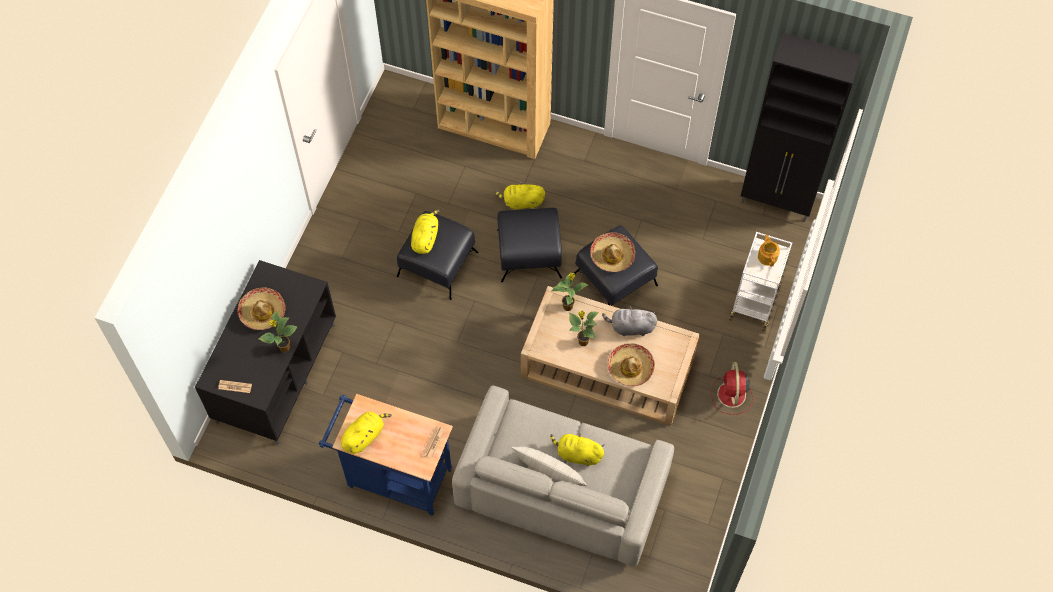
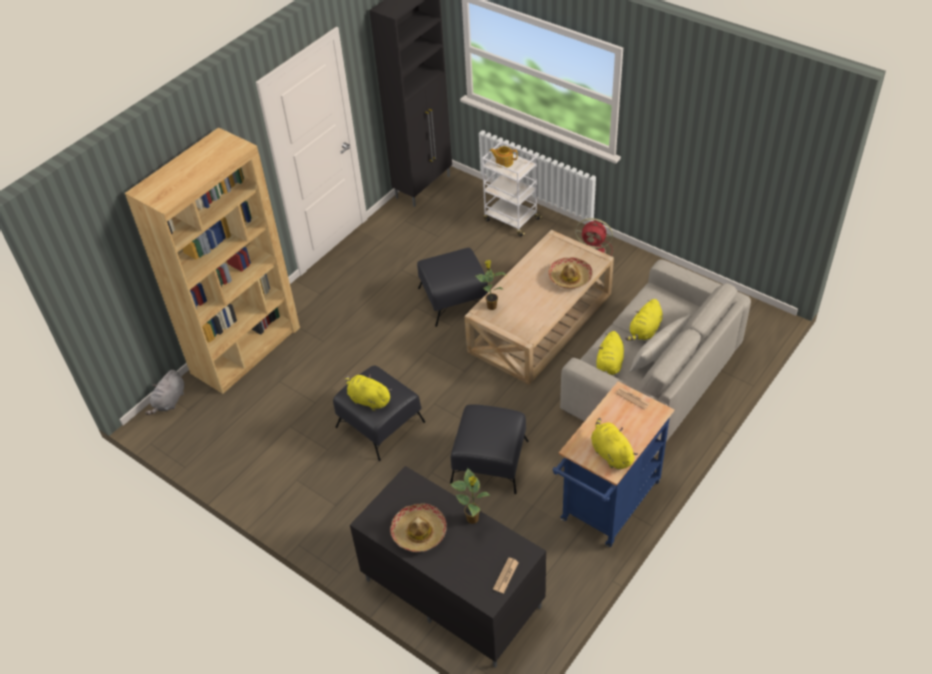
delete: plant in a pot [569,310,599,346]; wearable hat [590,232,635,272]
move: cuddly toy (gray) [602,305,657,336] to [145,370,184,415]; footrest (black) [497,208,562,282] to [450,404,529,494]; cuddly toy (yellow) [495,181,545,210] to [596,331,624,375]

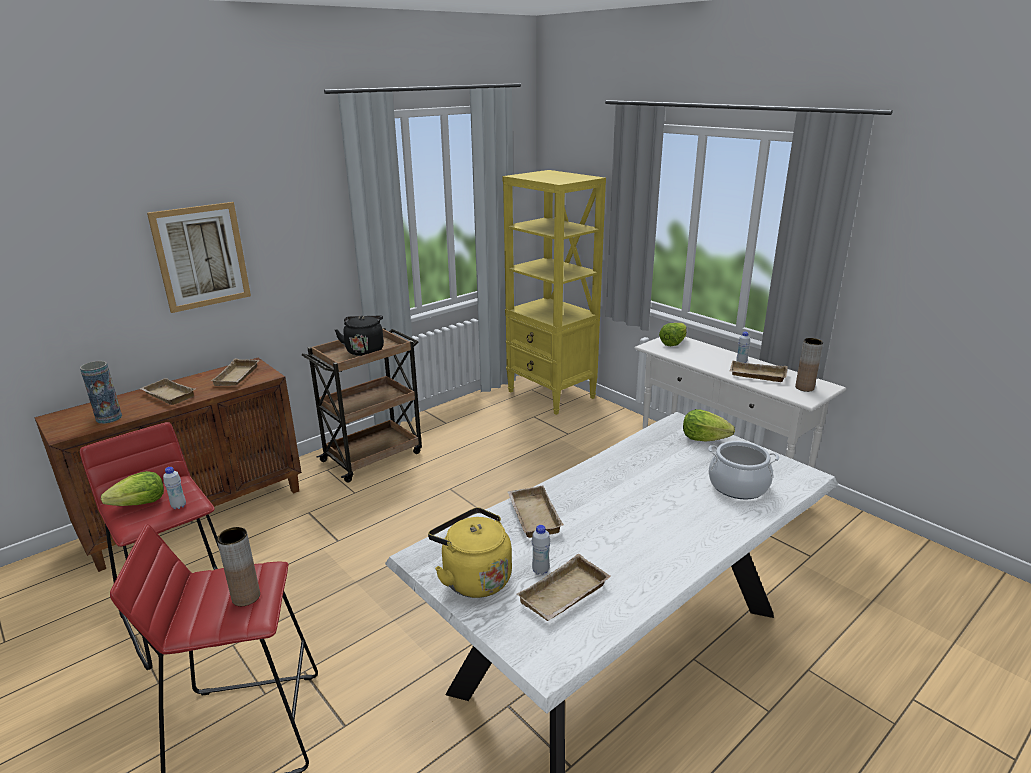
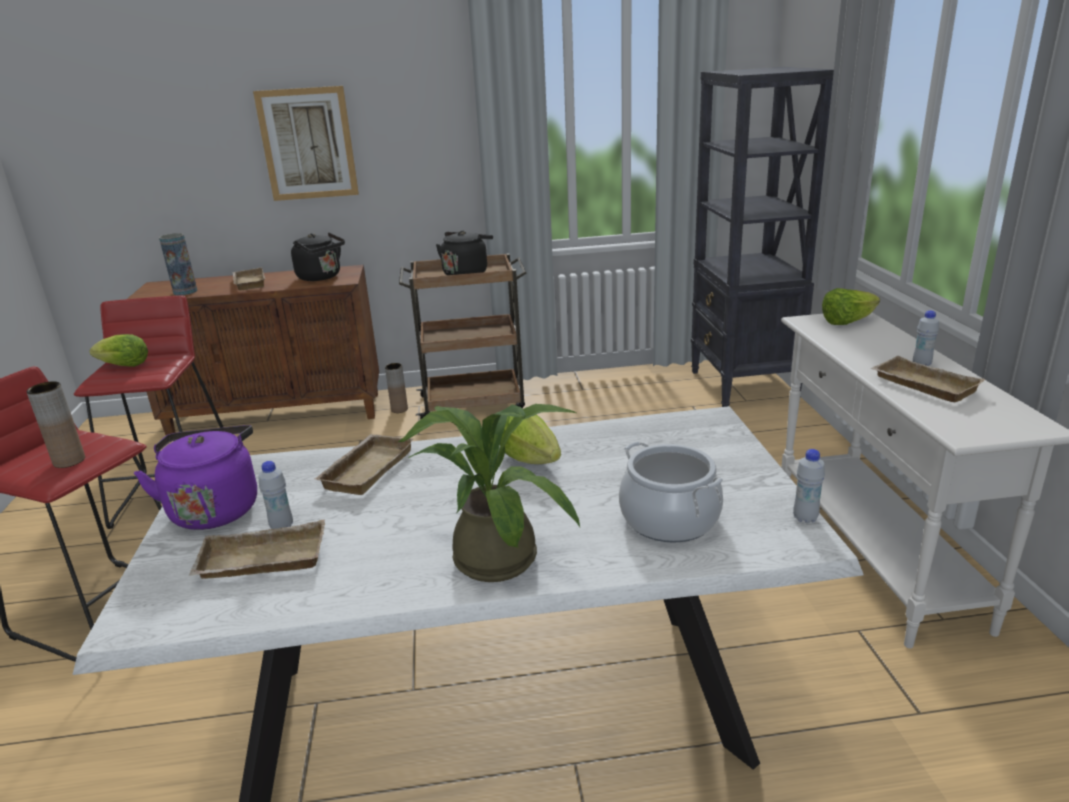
insert: plant in a pot [398,404,580,582]
move: flower vase (brown) [795,338,823,392] to [385,363,408,413]; lettuce head [683,409,735,441] to [500,414,561,464]; beverage bottle (whitish) [163,467,186,509] to [793,449,825,524]
replace: serving tray (beige) [211,359,259,386] to water kettle (black) [291,232,345,281]
recolor: water kettle (yellow) [428,507,512,598] to water kettle (purplish) [134,425,257,530]; bookcase (yellow) [503,170,606,415] to bookcase (black) [691,67,834,407]

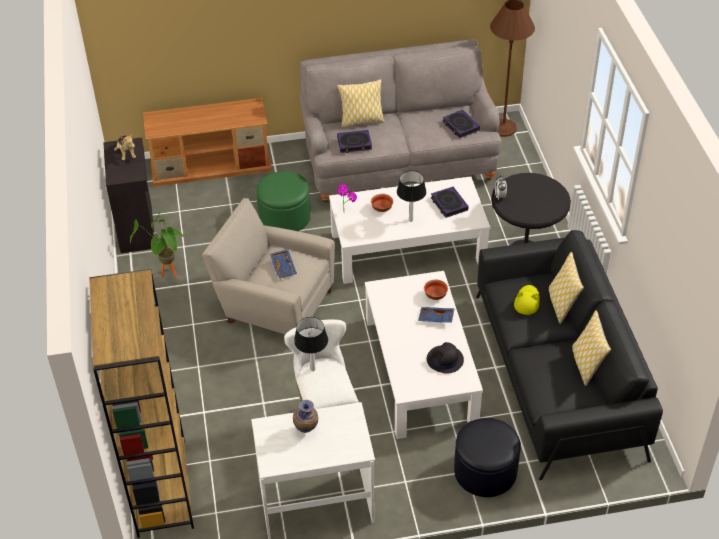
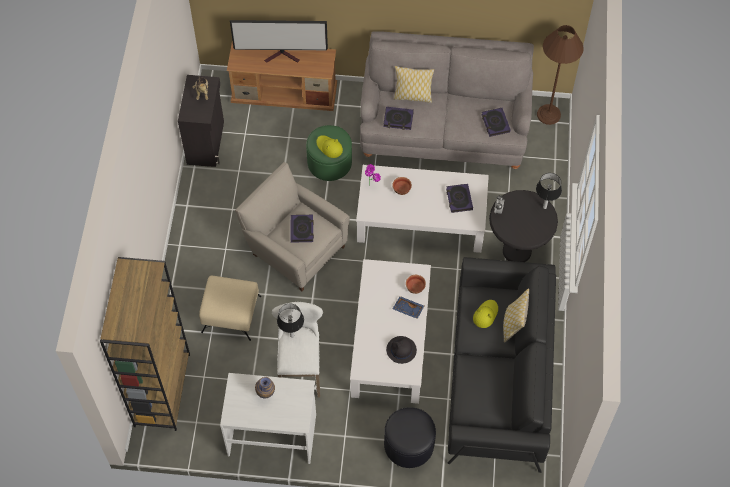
delete: plant in a pot [130,210,184,278]; pillow [572,310,611,386]
insert: footrest (beige) [199,276,261,341]; TV set [230,20,328,63]; wearable hat (yellow) [316,135,343,158]
move: tabletop lamp [397,171,426,222] to [536,173,562,209]
replace: serving tray (blue) [270,249,297,279] to bound book [291,215,314,243]

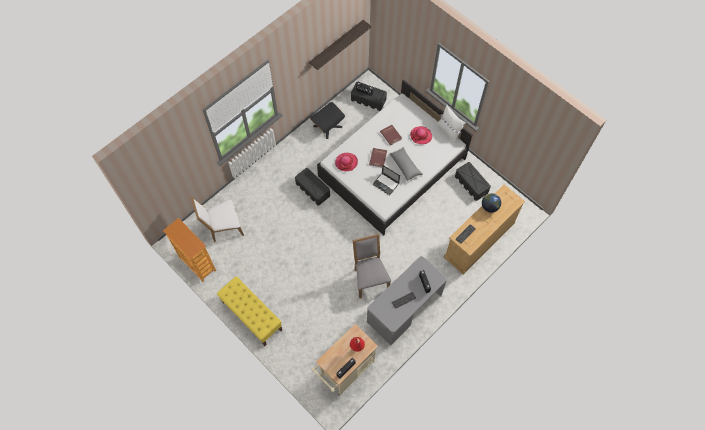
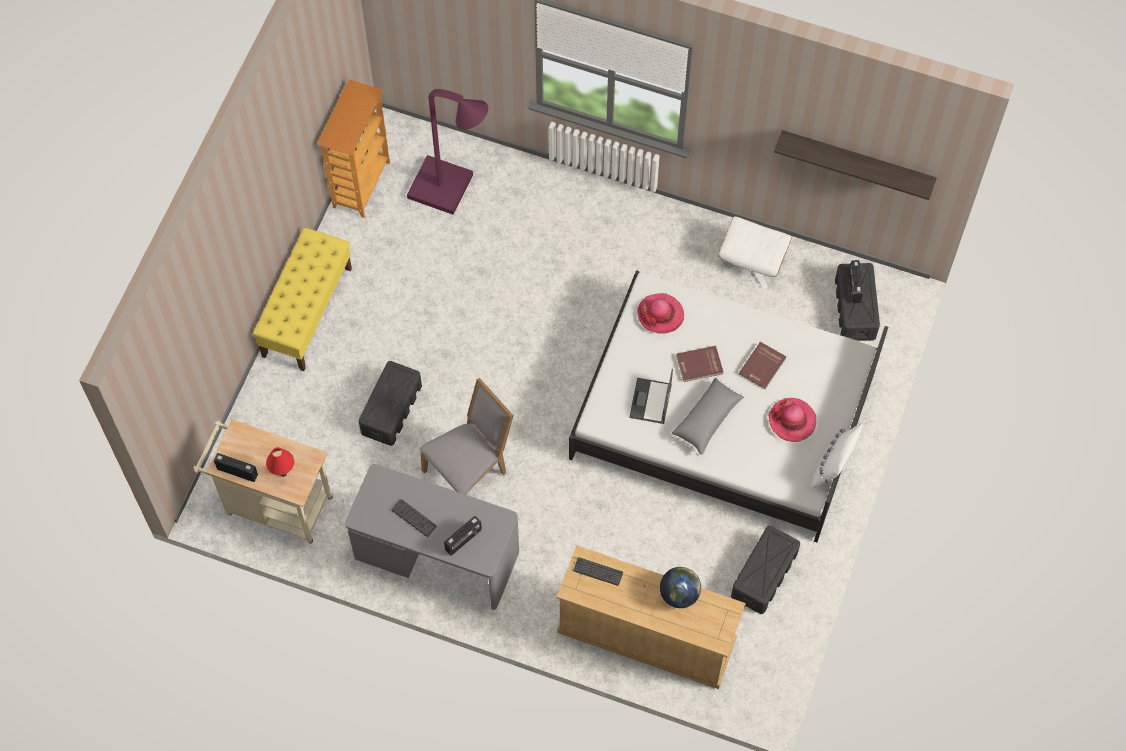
move: storage box (black) [295,168,330,206] to [359,361,422,446]
replace: upright chair (whitish) [190,196,244,242] to floor lamp (purplish) [407,89,488,215]
recolor: footrest (black) [310,102,345,139] to footrest (whitish) [718,216,792,290]

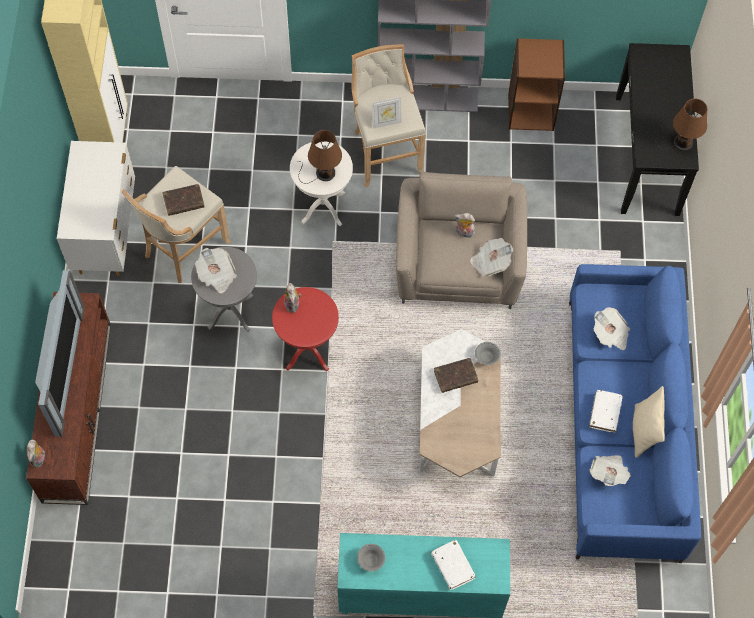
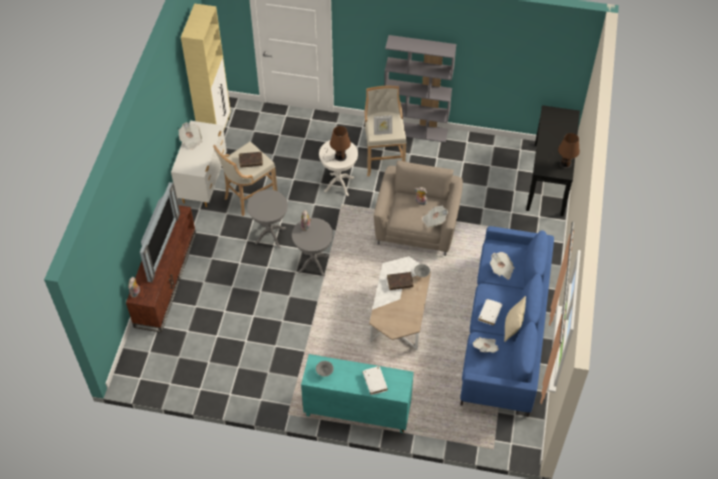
delete: bookcase (brown) [508,38,565,131]
move: newspaper [195,248,237,293] to [178,122,203,150]
recolor: accent table (red-coloured) [272,287,339,371] to accent table (gray) [292,218,333,277]

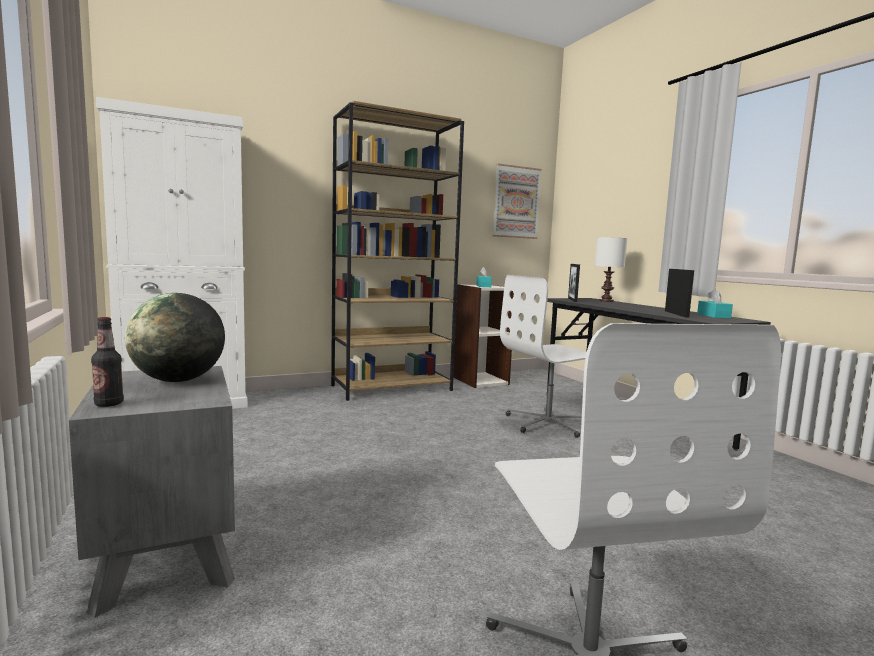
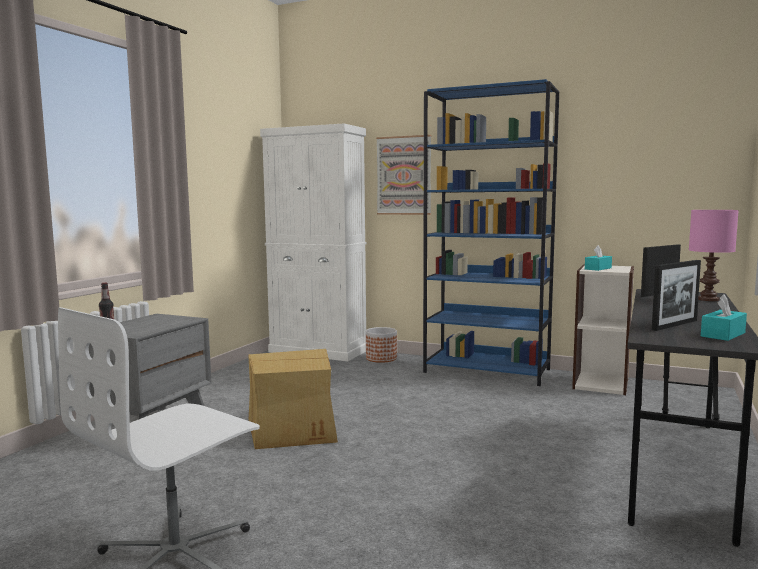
delete: desk globe [125,293,225,382]; desk chair (whitish) [500,275,587,438]
insert: packing box [248,349,338,449]; plant pot [366,327,397,363]
move: picture [493,163,542,239] to [376,135,431,215]
recolor: bookcase (brown) [331,101,464,401] to bookcase (blue) [423,79,559,386]; tabletop lamp (whitish) [595,237,627,302] to tabletop lamp (pinkish) [689,210,739,301]

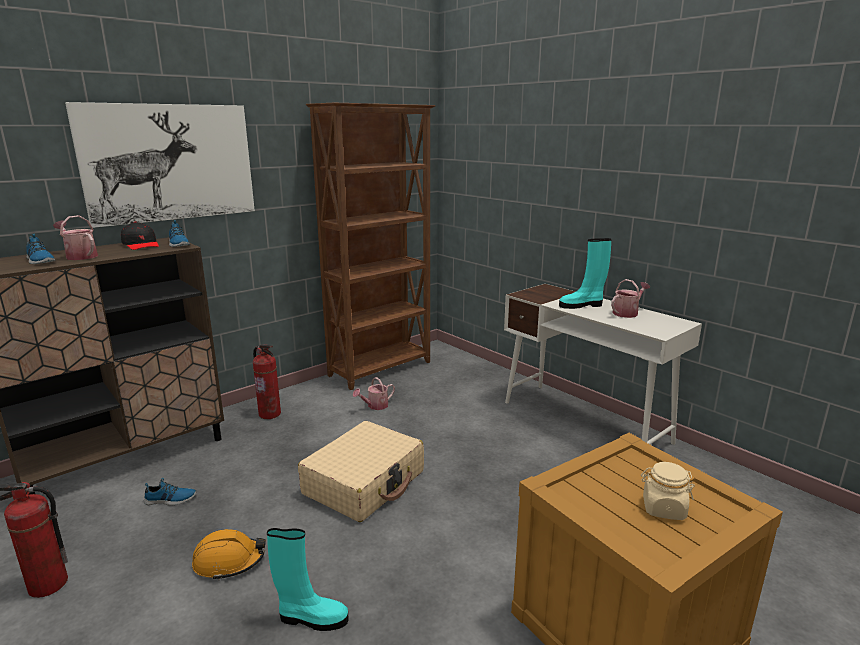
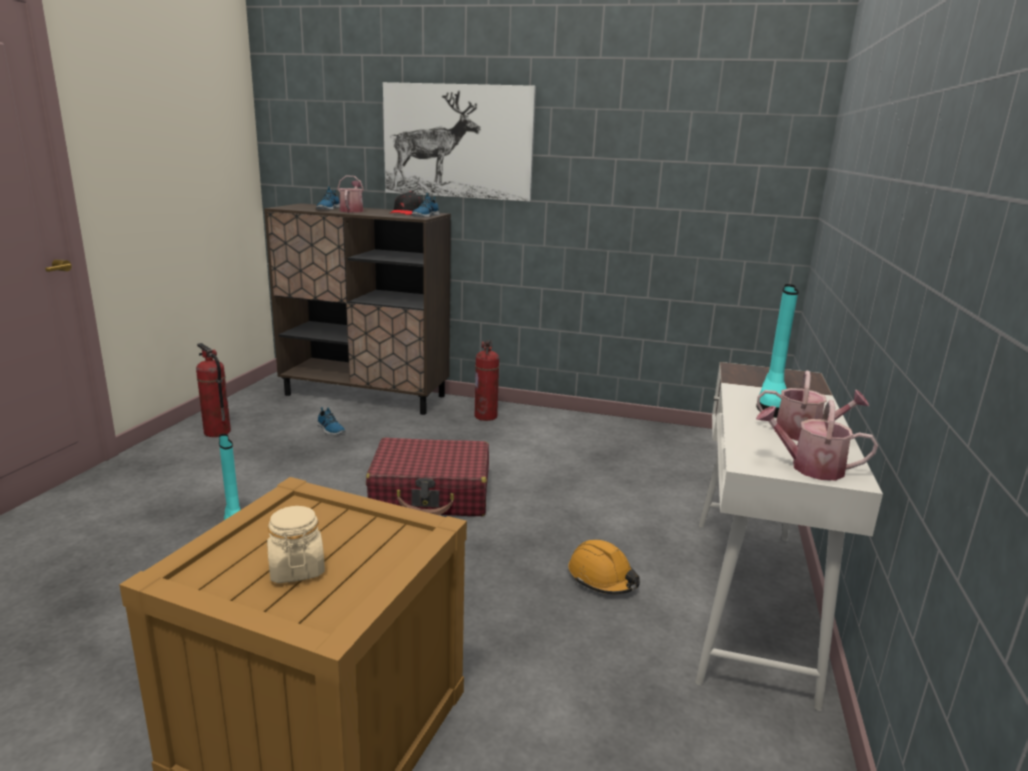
delete: bookcase (brown) [306,103,436,390]
move: work helmet (orange-coloured) [192,529,266,581] to [568,540,640,594]; watering can [353,377,395,410] to [756,400,878,480]
recolor: suitcase (beige) [298,421,424,522] to suitcase (red-coloured) [366,438,489,516]
rotate: tall boot (turquoise-coloured) [559,238,612,309] = [756,284,799,418] 120 degrees counterclockwise

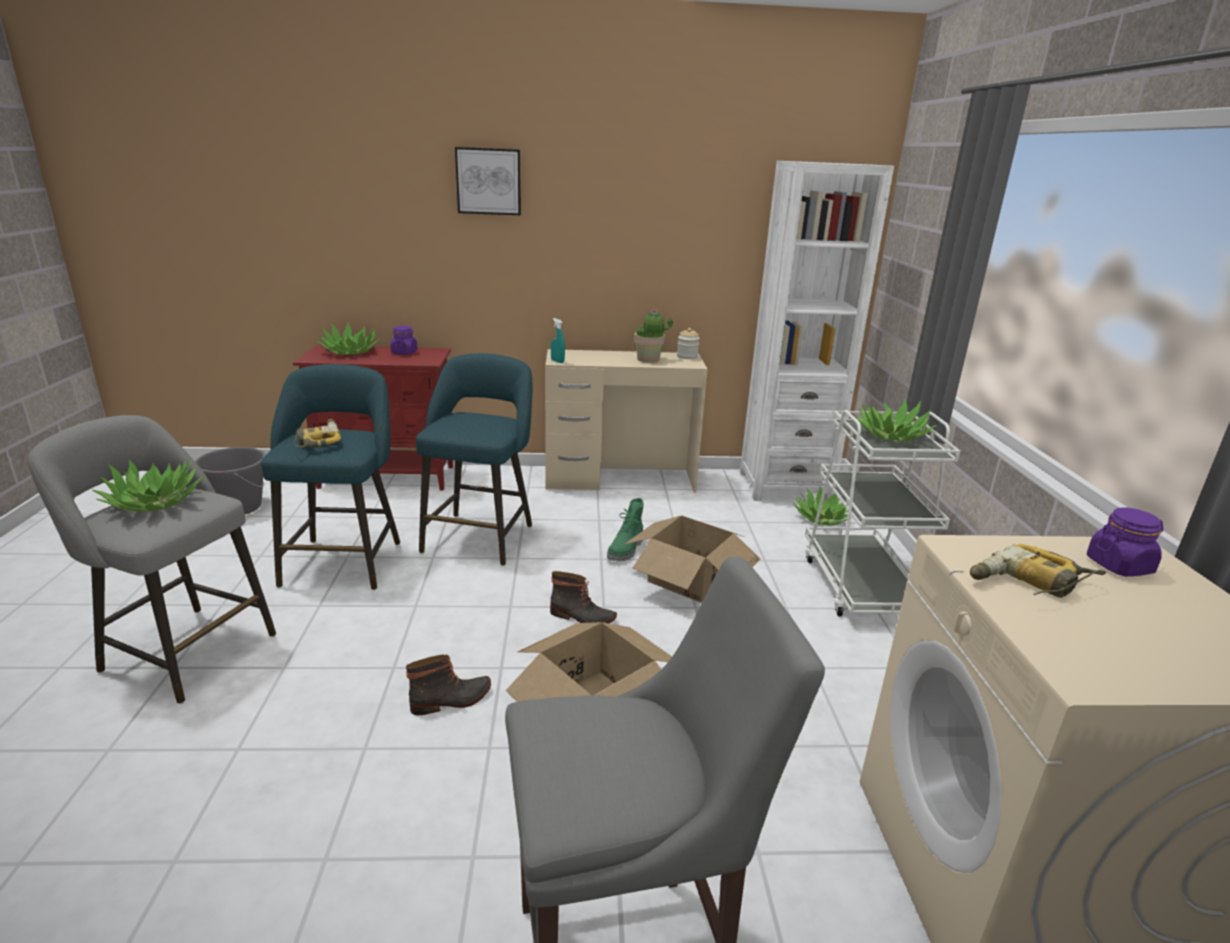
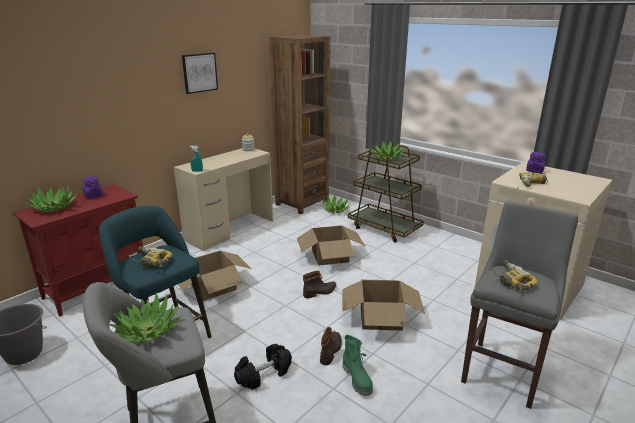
delete: plant in a pot [634,309,673,363]
insert: free weight (black) [234,344,292,390]; electric drill [491,260,538,292]
move: picture [455,147,521,215] to [182,53,218,94]; tall boot (green) [607,498,644,561] to [343,335,373,396]
replace: stool (turquoise-coloured) [416,353,532,566] to packing box [178,251,251,301]
recolor: bookcase (whitish) [740,161,894,502] to bookcase (brown) [269,35,330,214]; trolley (whitish) [805,410,960,617] to trolley (brown) [348,144,424,242]

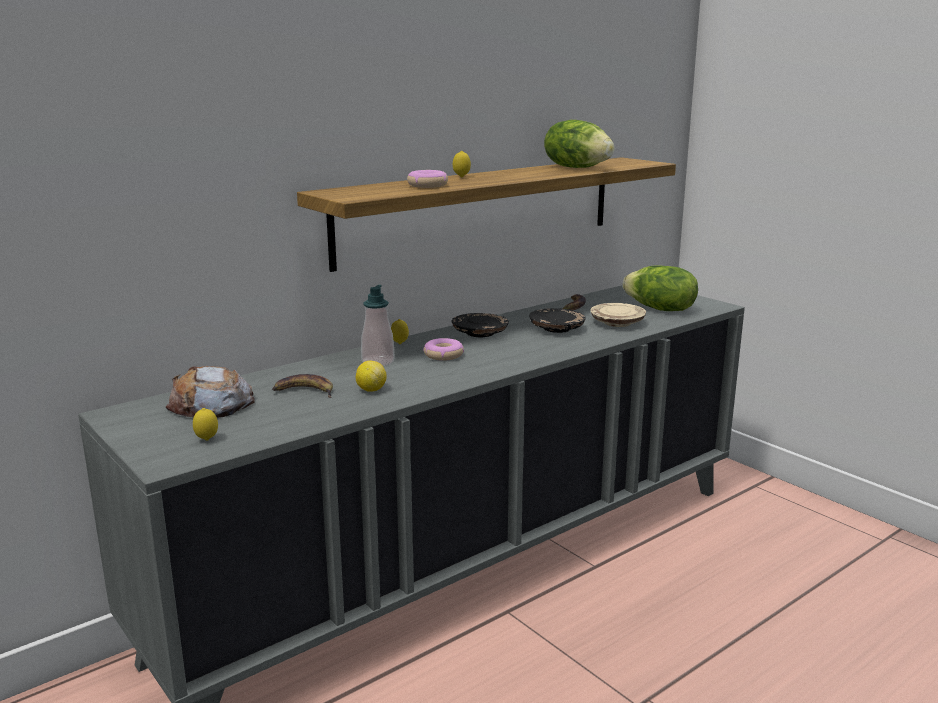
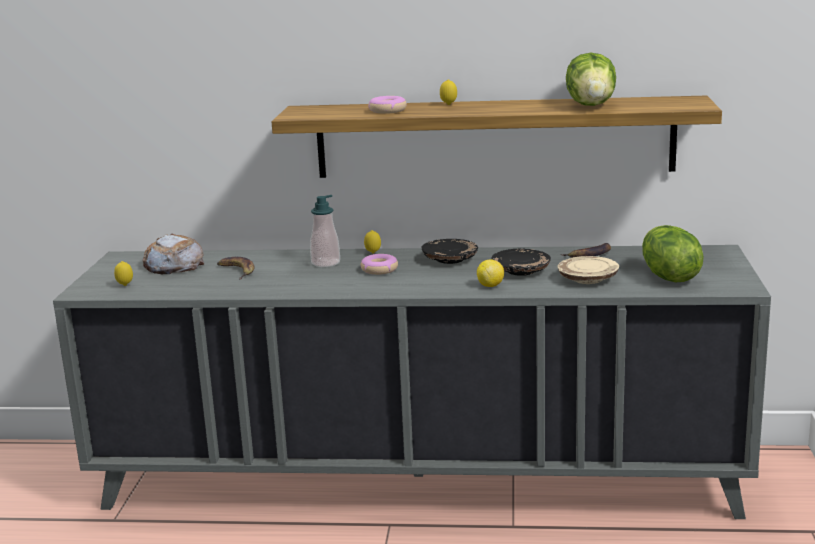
move: lemon [356,361,387,392] to [477,260,504,287]

